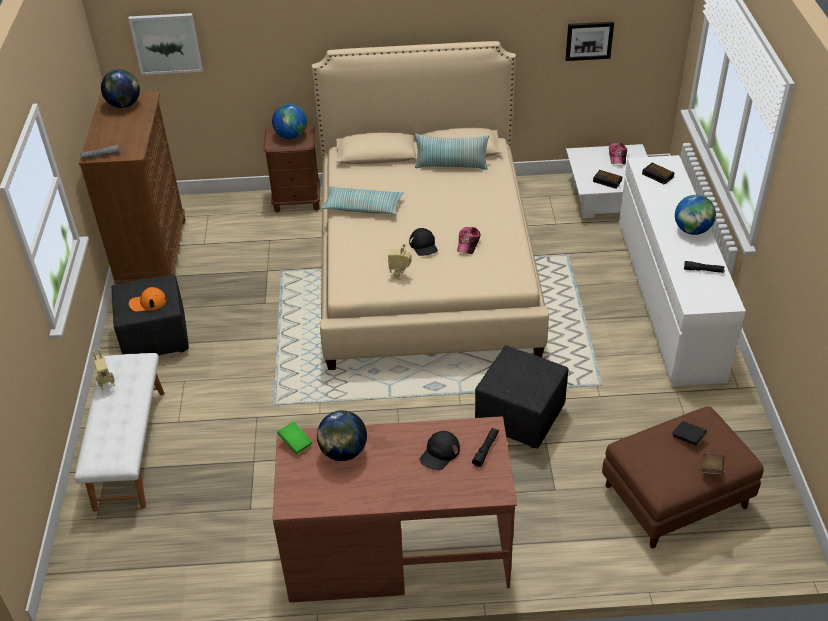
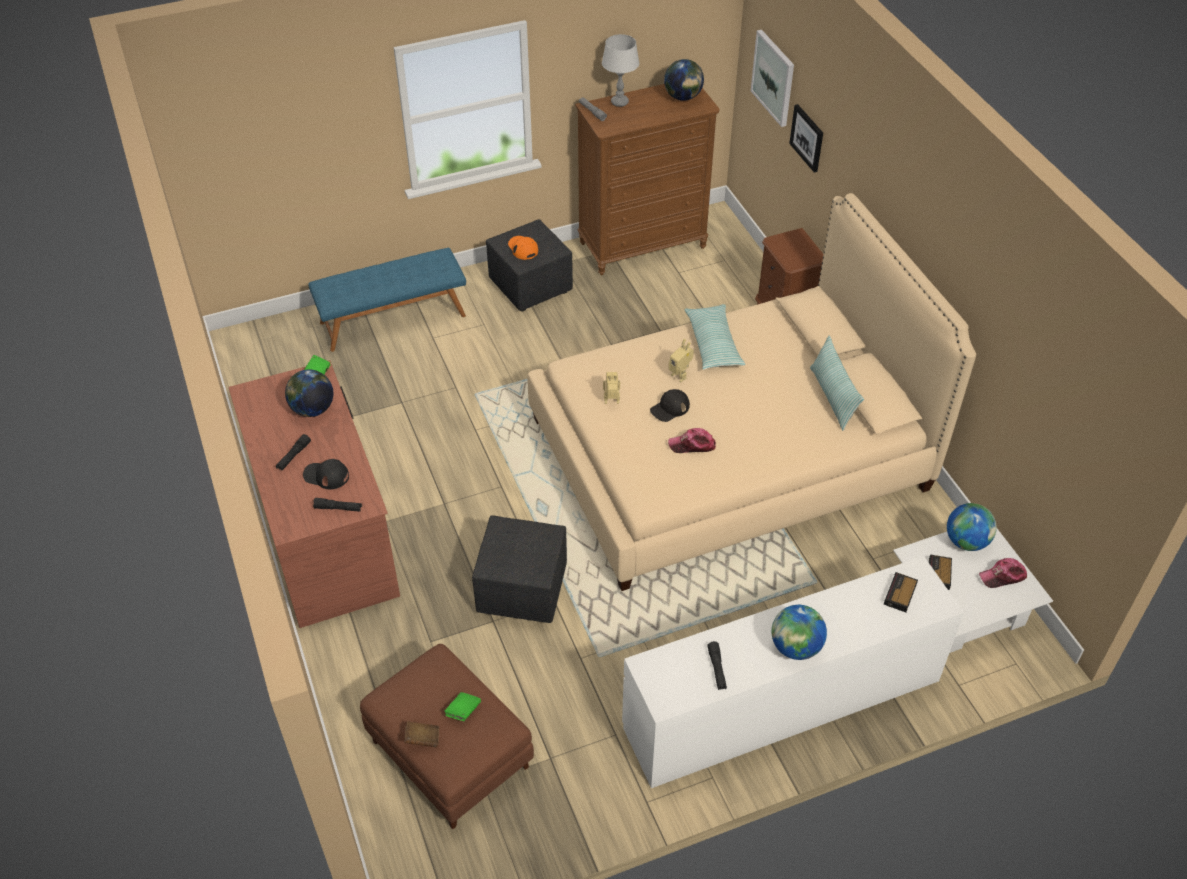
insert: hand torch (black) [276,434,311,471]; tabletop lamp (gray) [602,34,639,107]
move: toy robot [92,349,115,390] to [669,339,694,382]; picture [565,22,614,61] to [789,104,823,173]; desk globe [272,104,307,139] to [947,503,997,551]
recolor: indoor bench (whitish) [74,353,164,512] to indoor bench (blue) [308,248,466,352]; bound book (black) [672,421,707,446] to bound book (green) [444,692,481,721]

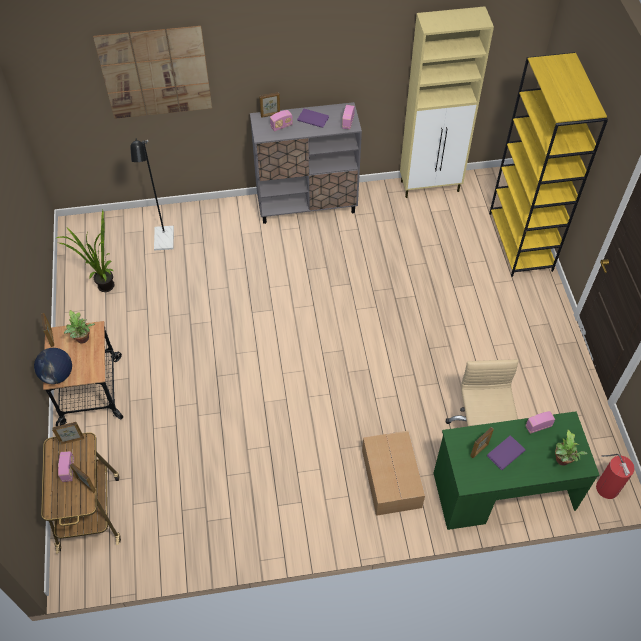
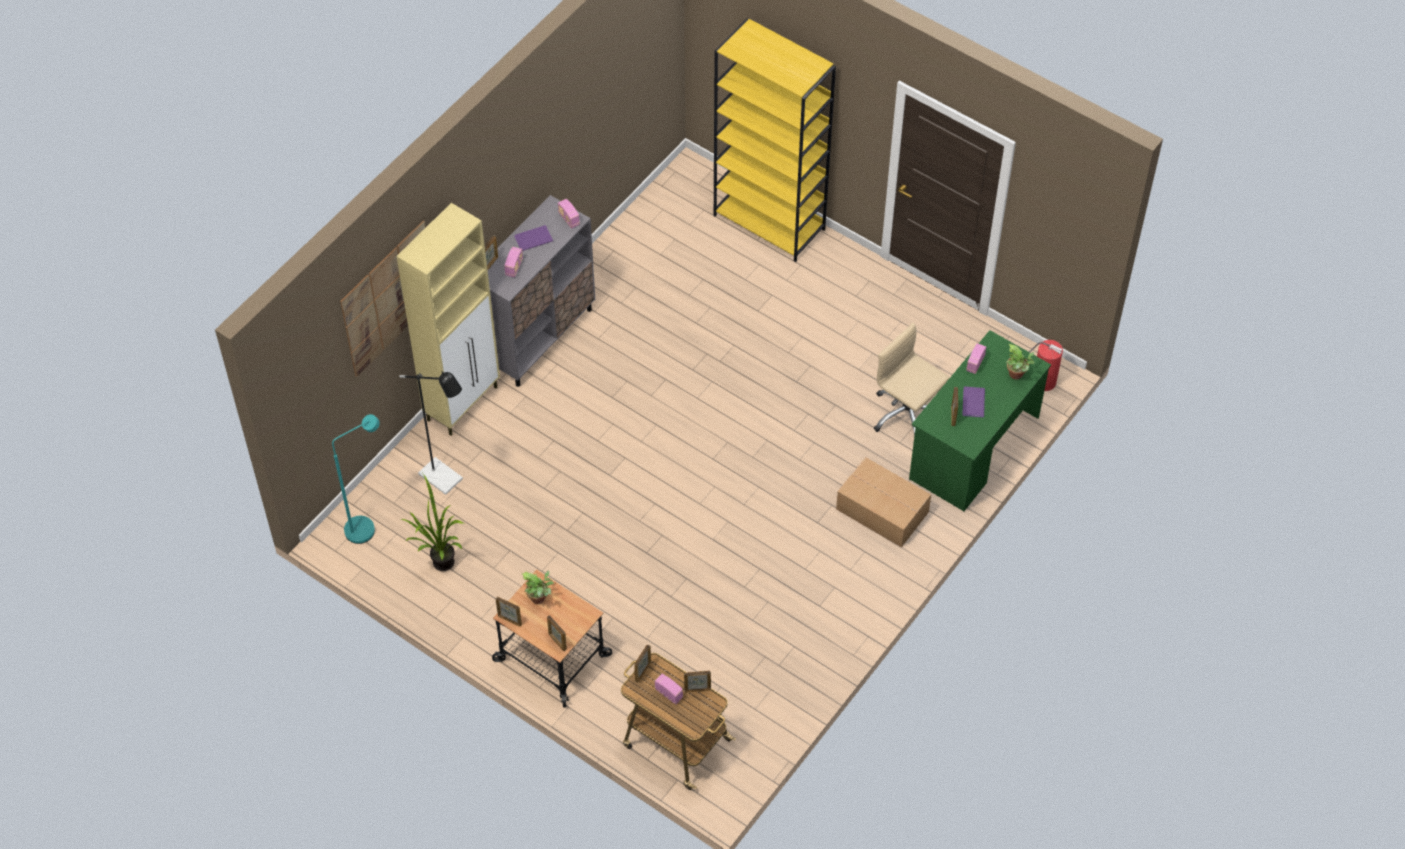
insert: floor lamp (turquoise-coloured) [332,414,380,544]
move: cabinet (beige) [400,6,494,198] to [396,203,500,436]
replace: desk globe [34,348,72,384] to standing frame [547,615,567,651]

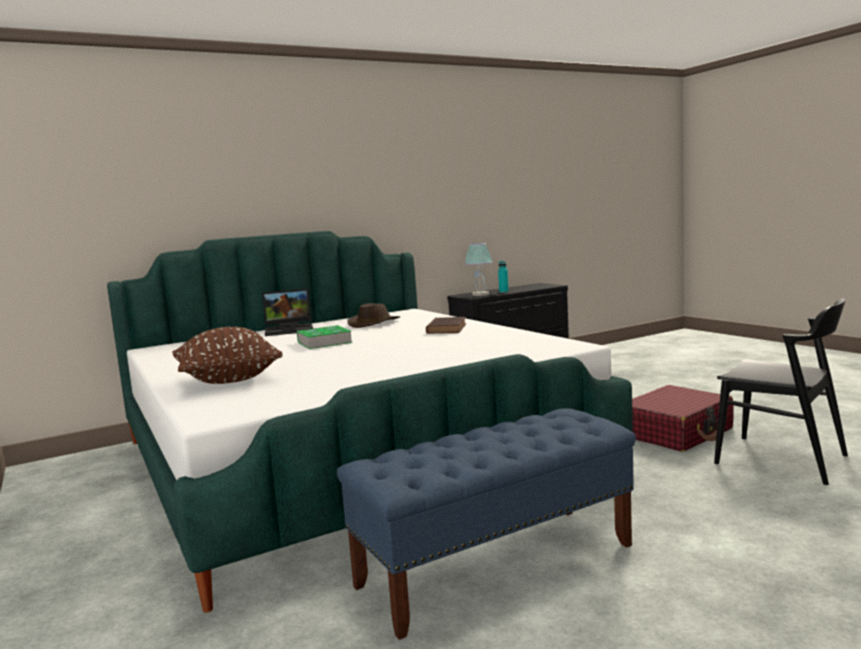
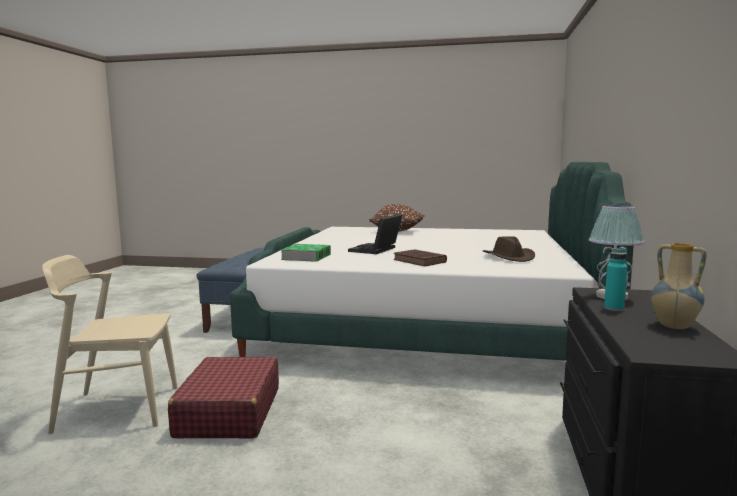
insert: flower vase [651,243,707,329]
move: bound book [297,325,353,349] to [281,244,331,262]; portable computer [262,288,313,336] to [348,214,402,254]
recolor: upright chair (black) [714,298,848,485] to upright chair (beige) [42,255,178,434]

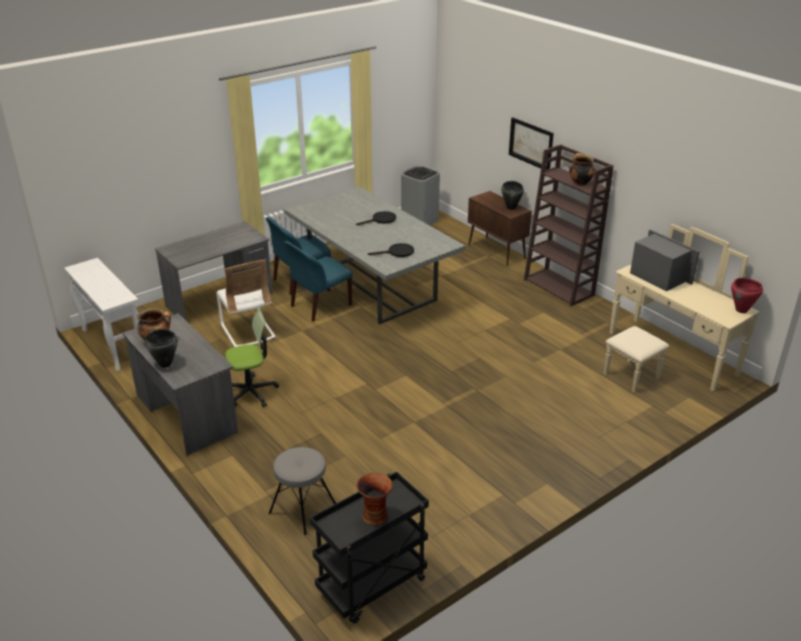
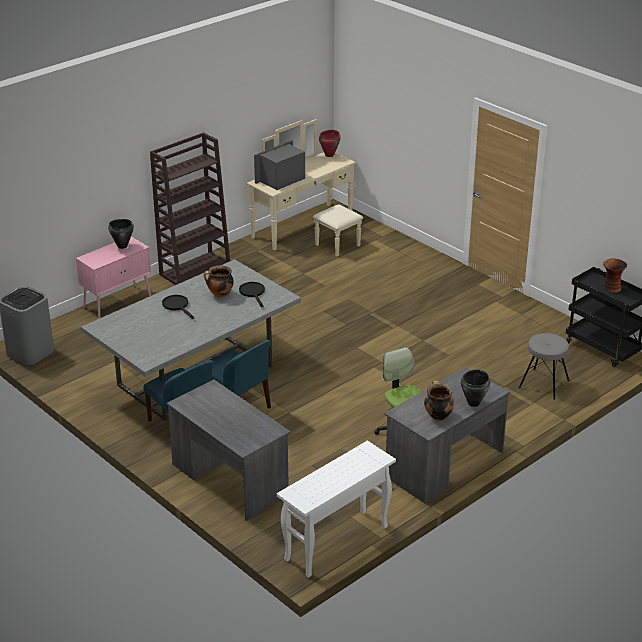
delete: upright chair (whitish) [216,260,276,347]; picture [509,117,554,170]
move: saucepot [569,153,595,186] to [204,265,234,298]
recolor: cabinet (brown) [468,191,532,266] to cabinet (pinkish) [76,236,151,318]

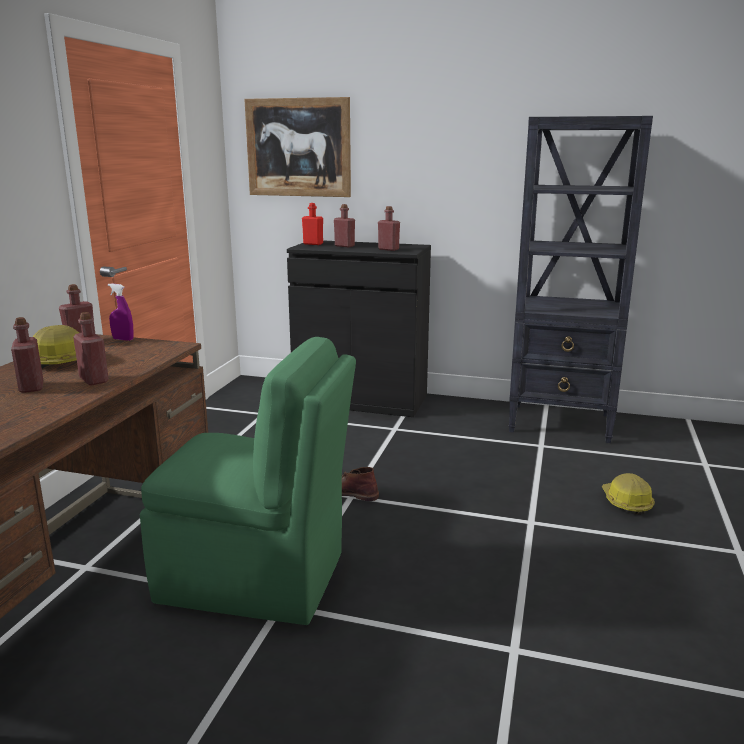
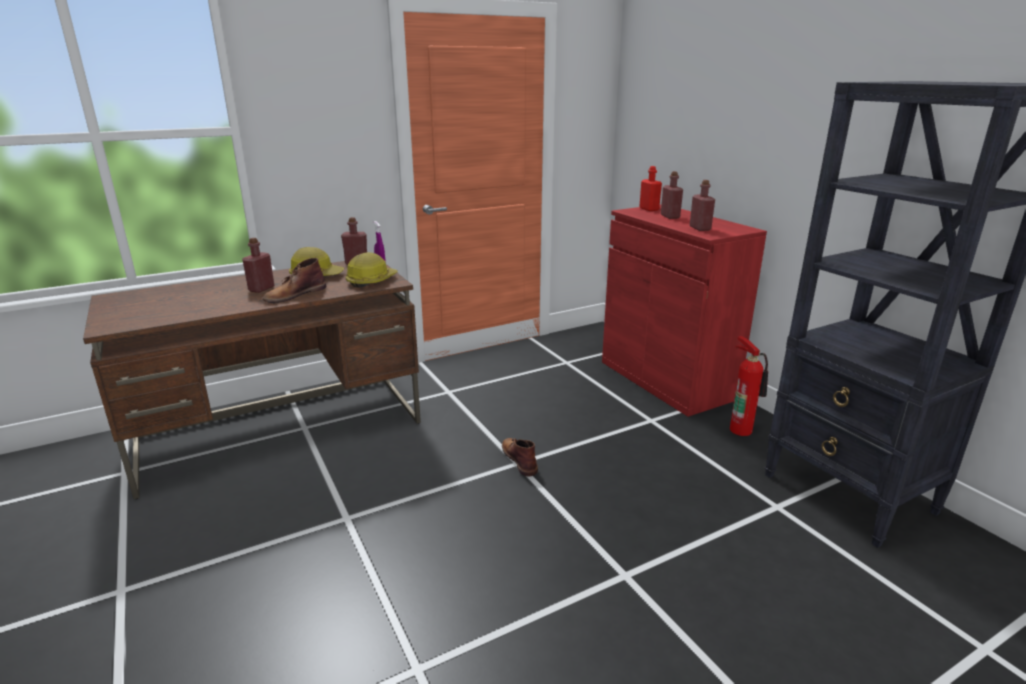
delete: upright chair (green) [140,337,356,625]; picture [244,97,351,197]
insert: fire extinguisher [730,336,768,436]
move: work helmet [602,473,655,515] to [346,252,398,288]
replace: beverage bottle (red-coloured) [73,312,109,385] to tall boot (brown) [262,258,327,303]
recolor: cabinet (black) [287,241,431,417] to cabinet (red-coloured) [602,204,767,417]

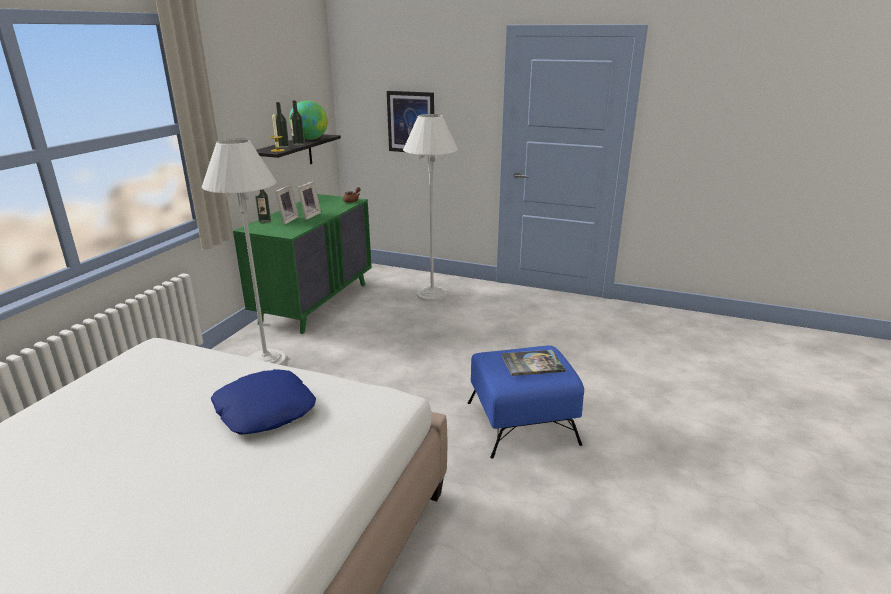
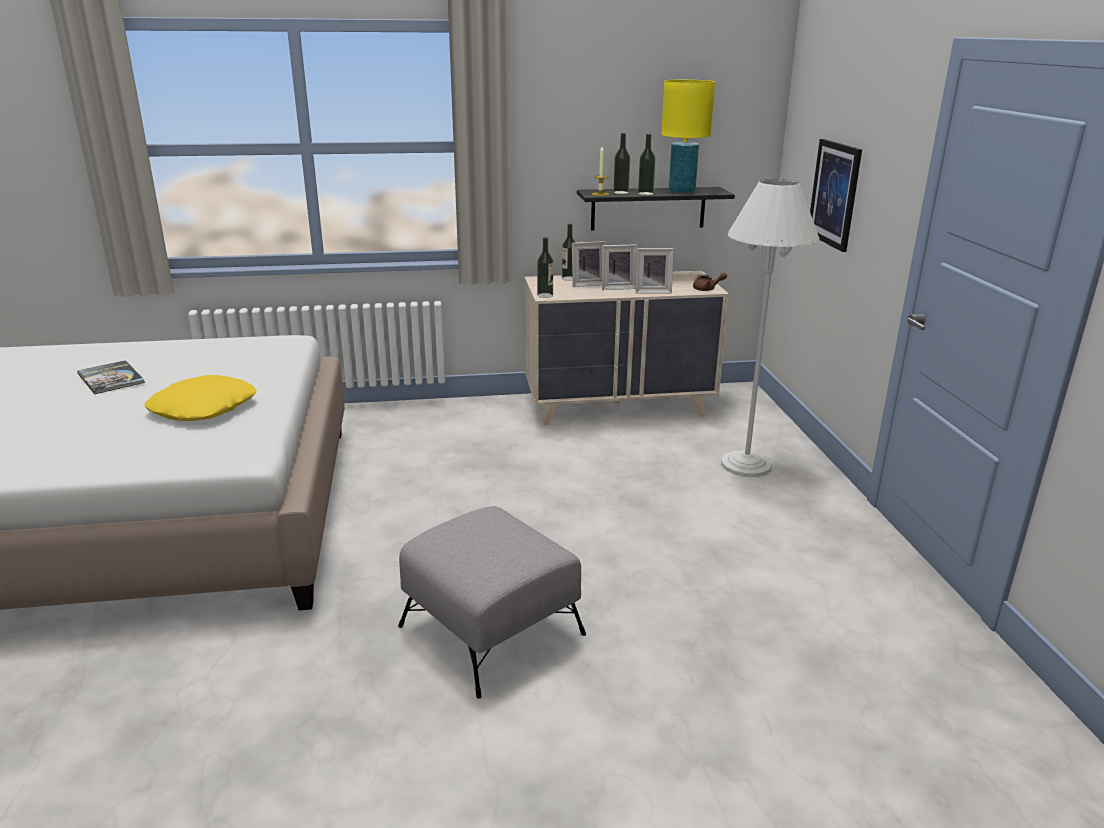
delete: floor lamp (whitish) [202,138,286,365]
insert: beverage bottle [537,237,553,298]; standing frame [636,248,674,293]
move: bound book [501,350,565,376] to [77,360,145,394]
replace: desk globe [289,101,328,140] to tabletop lamp (yellow) [661,80,715,193]
recolor: pillow (blue) [211,369,316,435] to pillow (yellow) [144,375,257,421]; footrest (blue) [468,345,584,459] to footrest (gray) [398,506,586,699]; dresser (green) [233,194,372,334] to dresser (beige) [524,271,729,425]

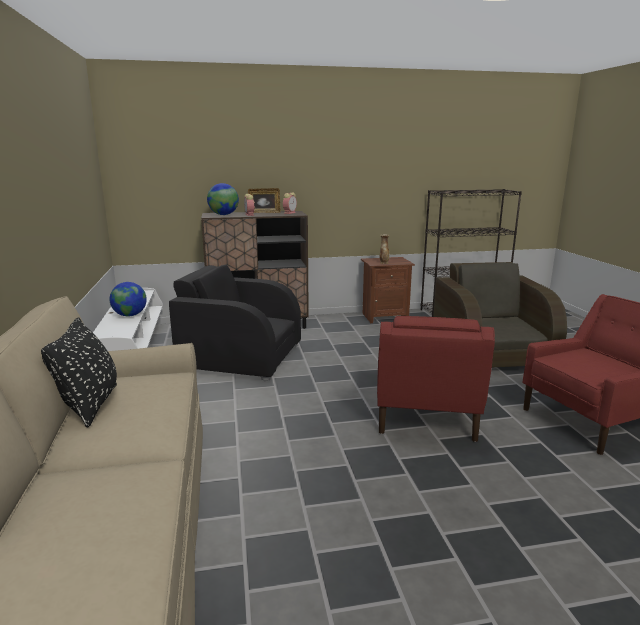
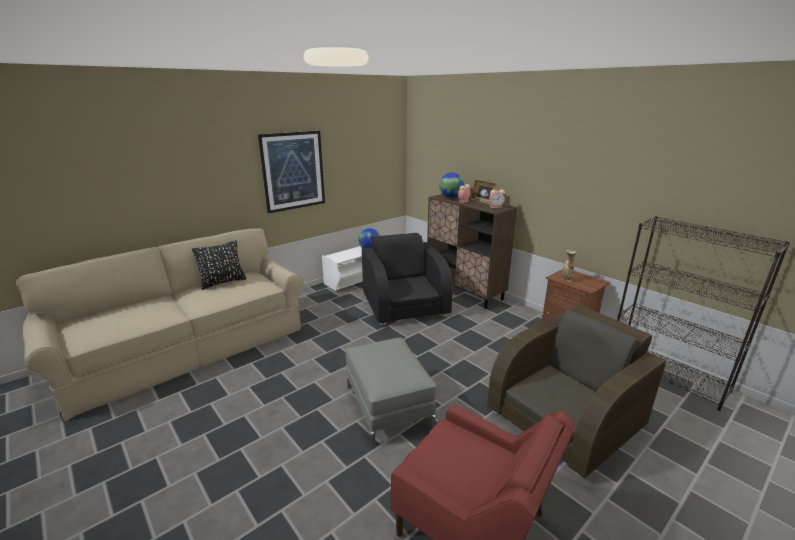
insert: picture [258,131,325,214]
replace: lounge chair (red-coloured) [377,316,495,442] to footrest (gray) [346,338,436,446]

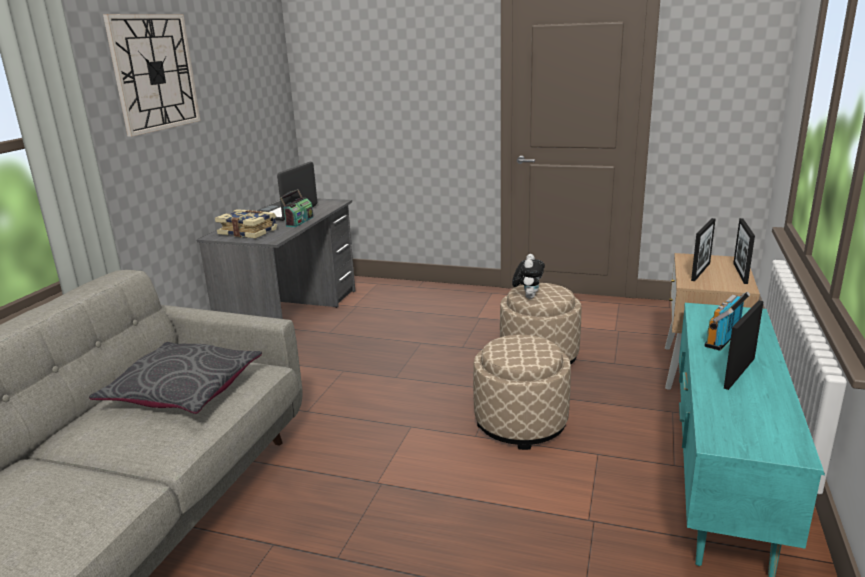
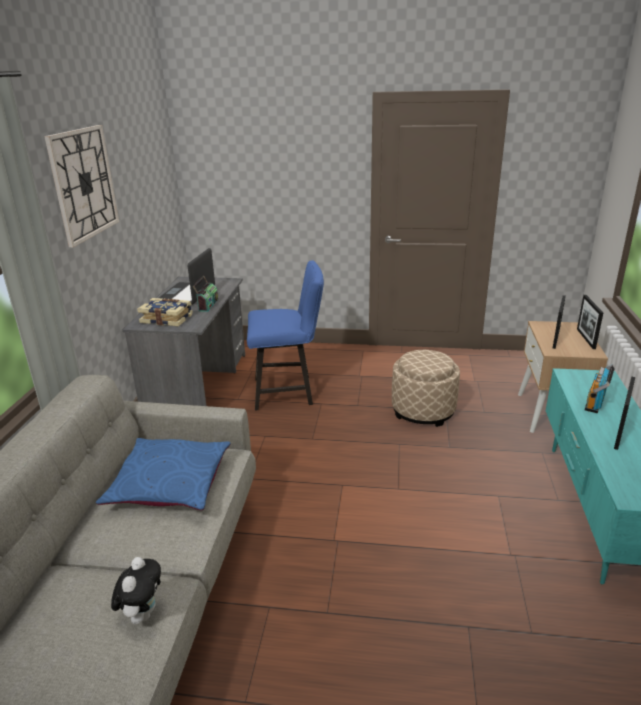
delete: footrest (beige) [473,335,571,450]
insert: upright chair (blue) [247,260,324,411]
move: cuddly toy [512,254,545,299] to [111,557,161,625]
recolor: pillow (gray) [89,342,262,414] to pillow (blue) [96,438,230,510]

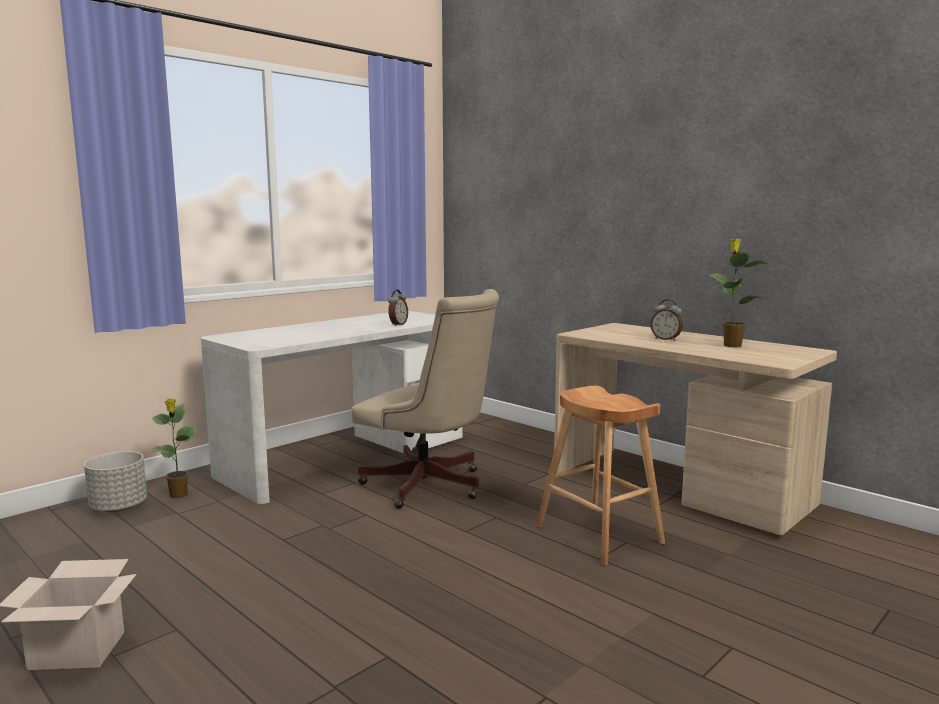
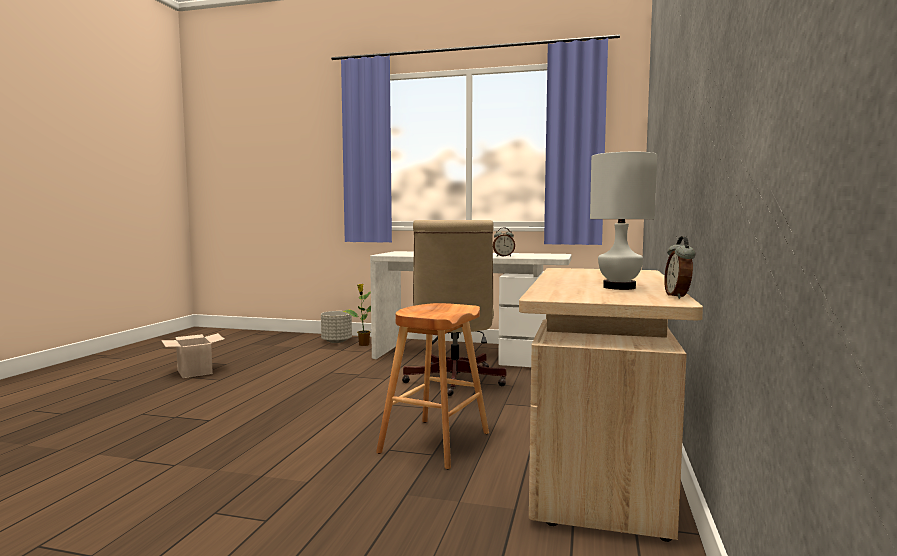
move: bedside clock [650,299,683,341] to [664,236,696,299]
replace: plant in a pot [709,239,770,347] to tabletop lamp (whitish) [590,152,657,290]

